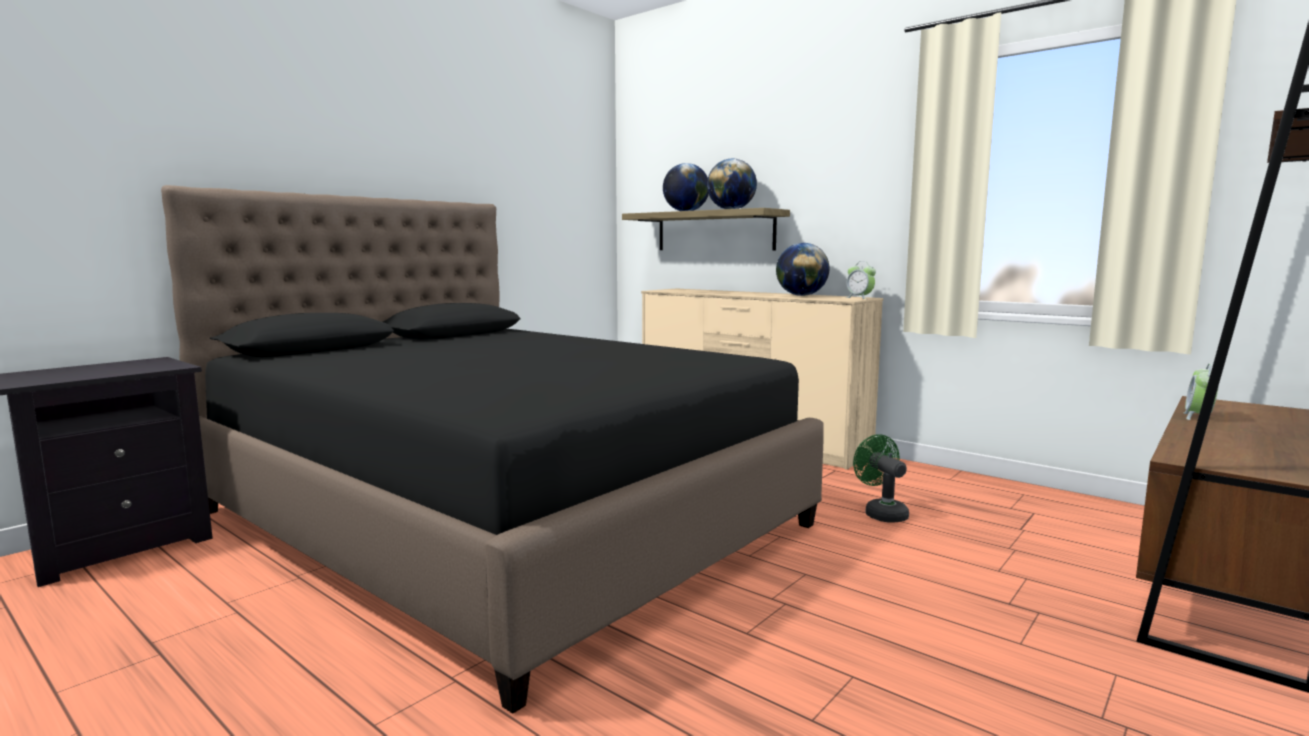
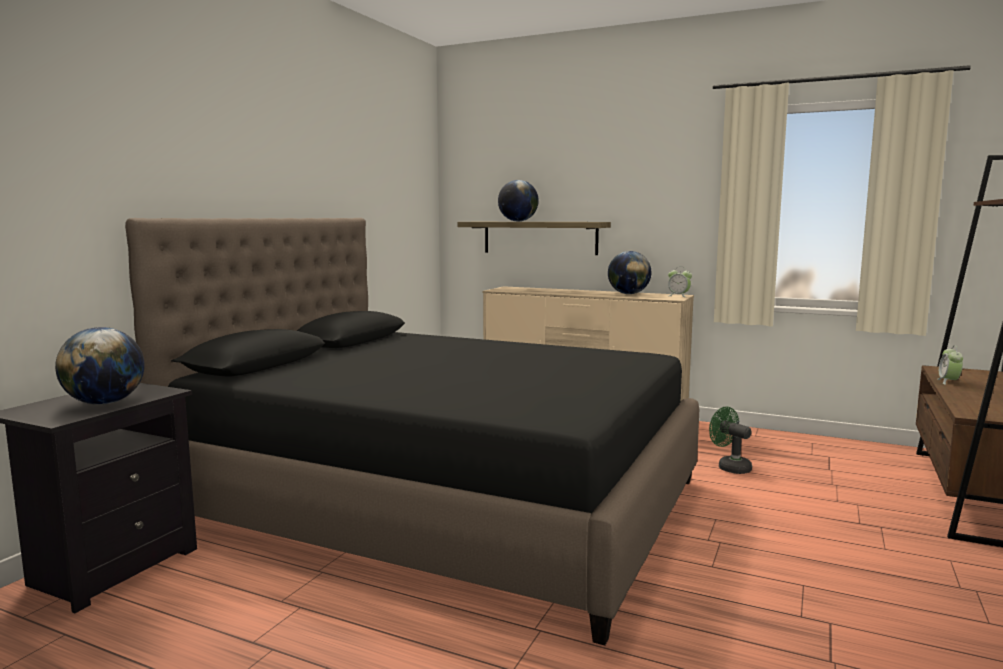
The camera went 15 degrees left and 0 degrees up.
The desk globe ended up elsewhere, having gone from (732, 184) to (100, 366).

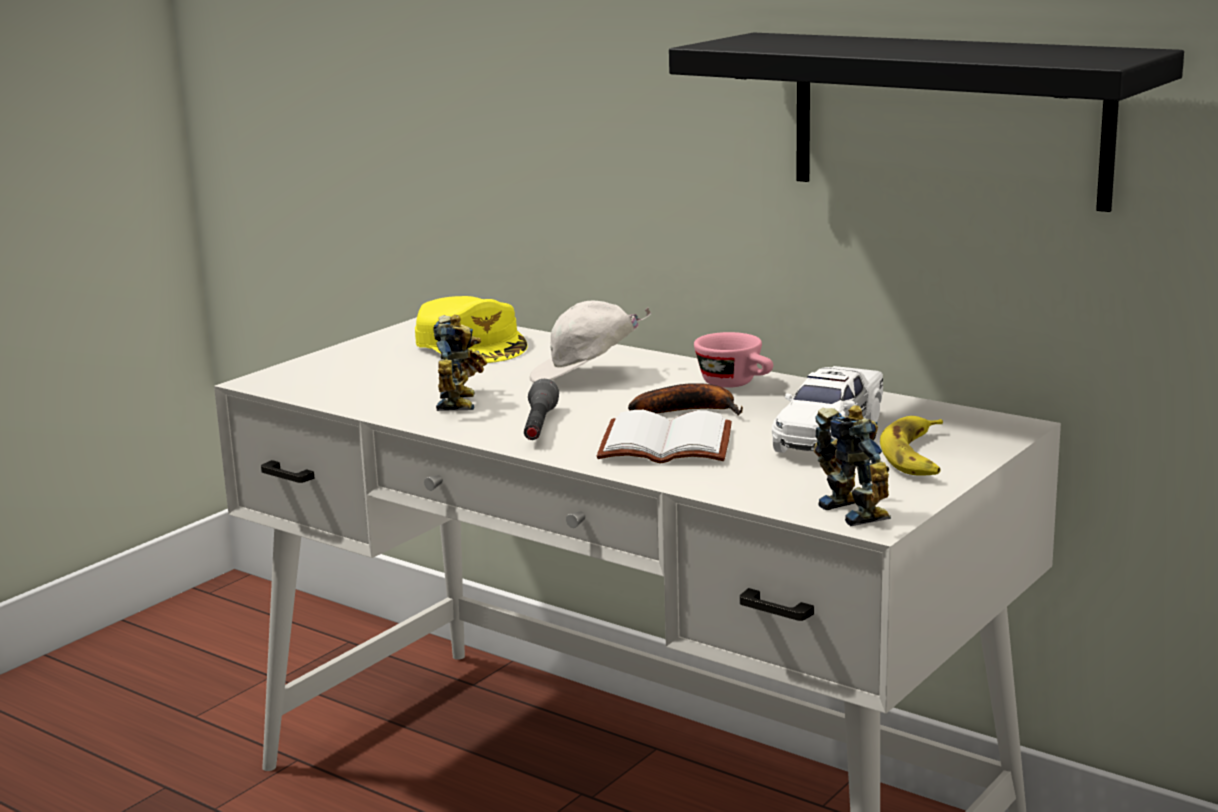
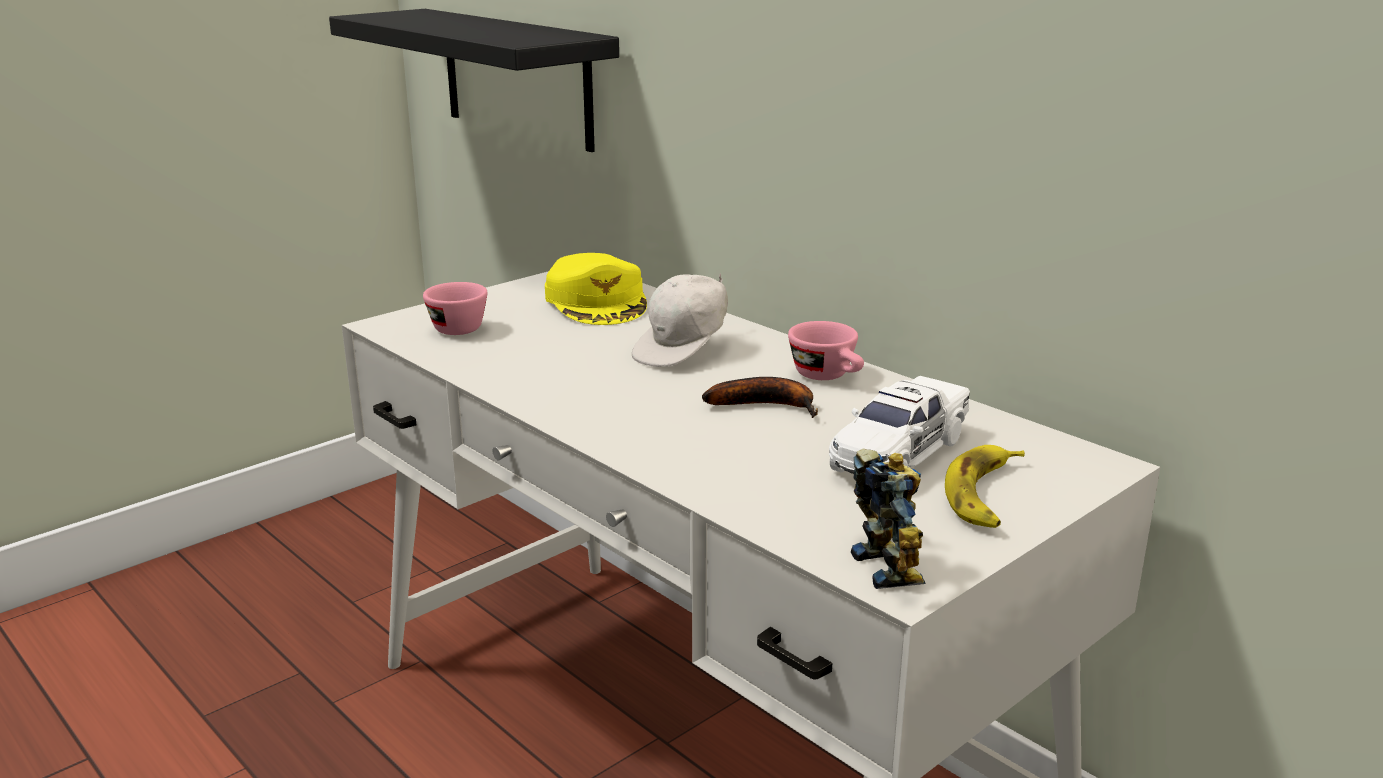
The camera went 10 degrees right and 5 degrees up.
The second view lost the robot figure at (460, 362).
The second view lost the torch (gray) at (541, 409).
The second view lost the bound book (white-coloured) at (664, 437).
The second view gained the cup (pink) at (455, 308).
The shelf (black-coloured) ended up elsewhere, having gone from (926, 122) to (474, 80).
The baseball cap (white-coloured) at (590, 342) ended up facing another way, 45 degrees counterclockwise from before.

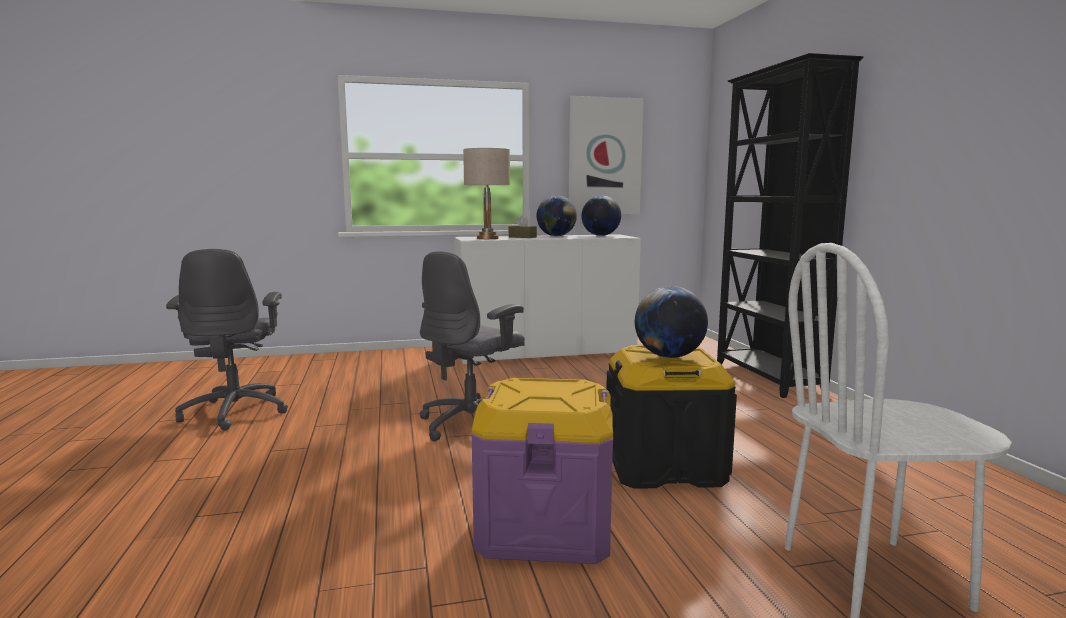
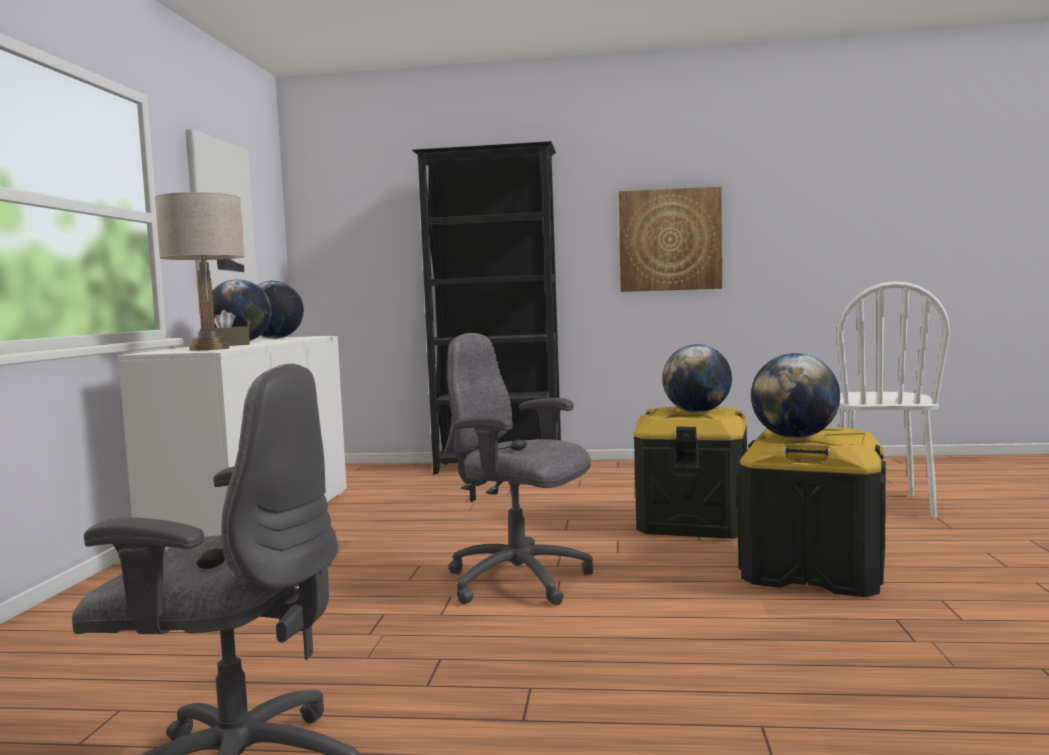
The camera went 70 degrees left and 5 degrees down.
The second view gained the wall art at (670, 239).
The second view gained the desk globe at (795, 395).
What was the storage bin (purplish) at (542, 471) turned into the storage bin (black-coloured) at (811, 512).
The office chair (gray) at (472, 346) ended up facing another way, 150 degrees clockwise from before.

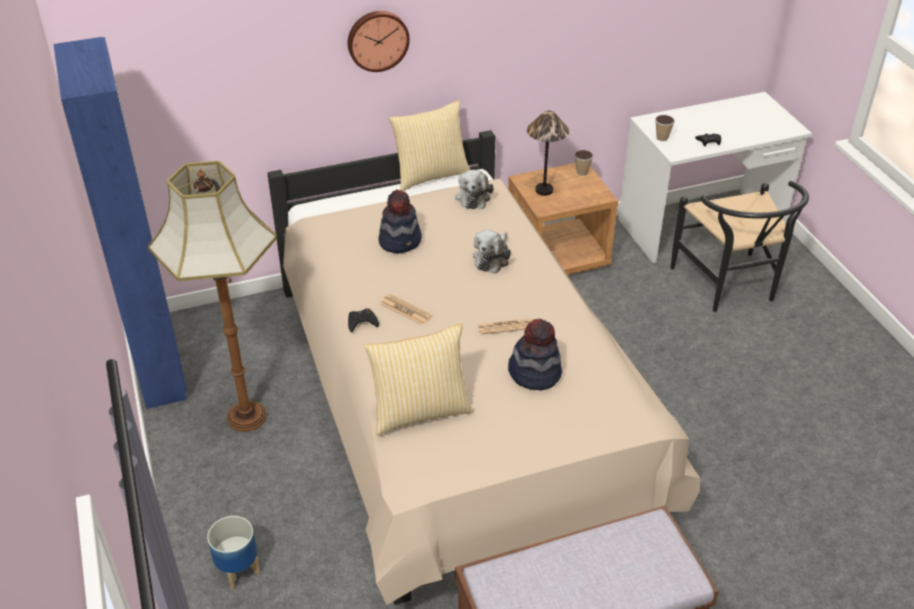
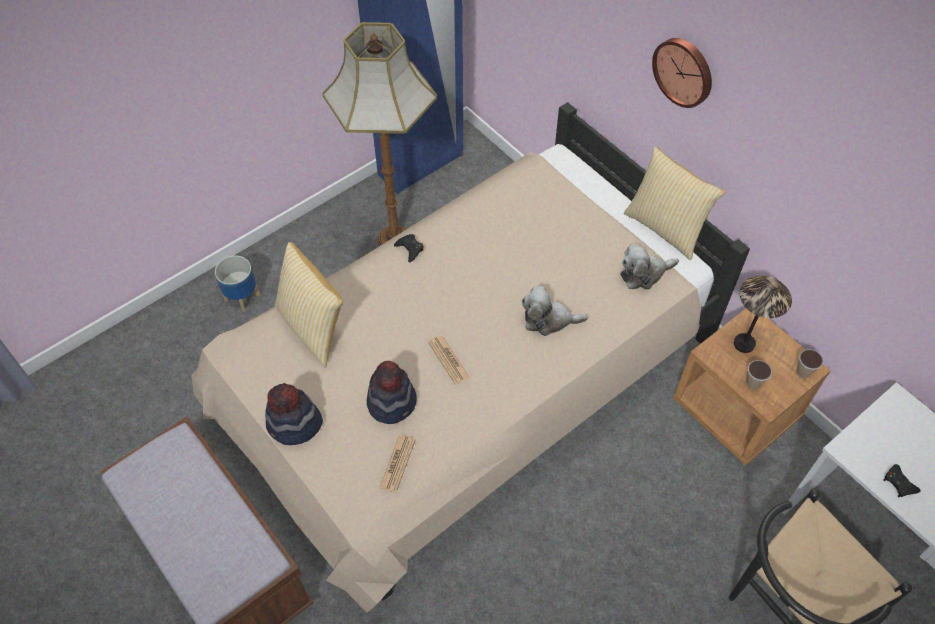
The camera went 70 degrees right and 15 degrees up.
The clothing hat ended up elsewhere, having gone from (400, 221) to (294, 414).
The printed paper ended up elsewhere, having gone from (406, 309) to (397, 464).
The cup ended up elsewhere, having gone from (665, 128) to (759, 374).

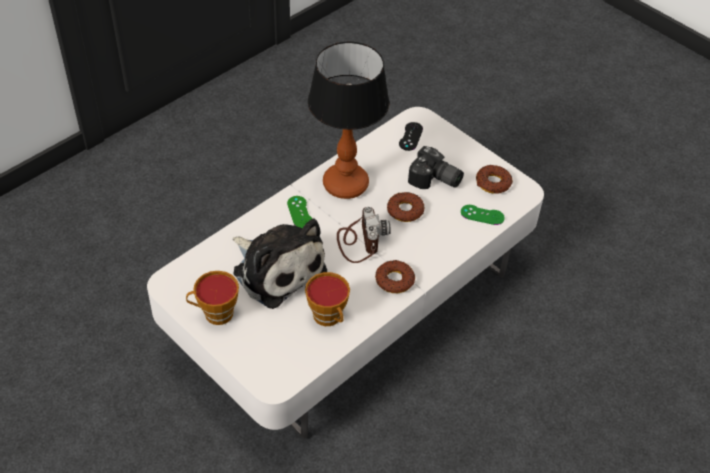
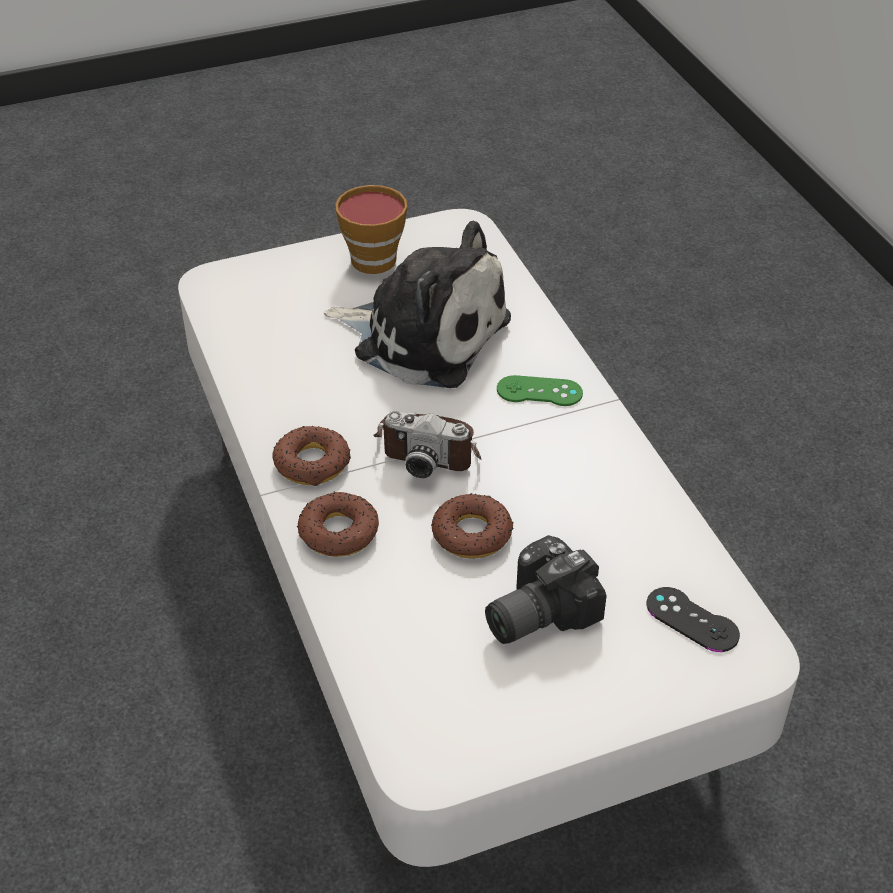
The camera went 115 degrees right and 5 degrees down.
The second view lost the cup at (327, 299).
The second view lost the tabletop lamp at (348, 120).
The second view lost the joypad (greenish) at (483, 215).
The donut ended up elsewhere, having gone from (494, 179) to (338, 524).
The cuddly toy at (280, 263) ended up facing another way, 135 degrees counterclockwise from before.

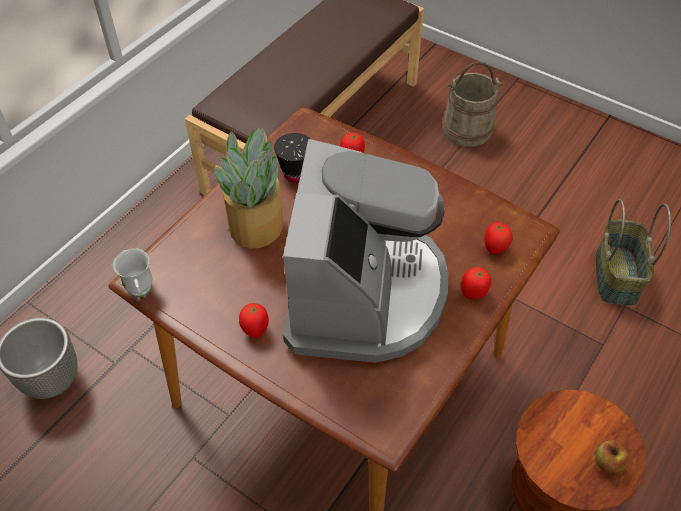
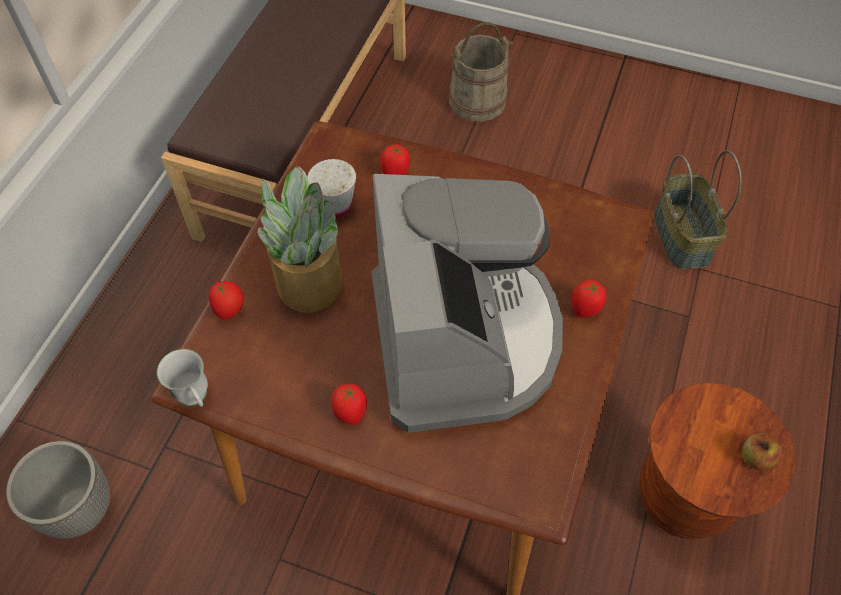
The camera went 15 degrees left and 5 degrees up.
The whole tomato ended up elsewhere, having gone from (499, 238) to (226, 299).
What was the cup (black-coloured) at (292, 157) turned into the cup (white-coloured) at (332, 188).

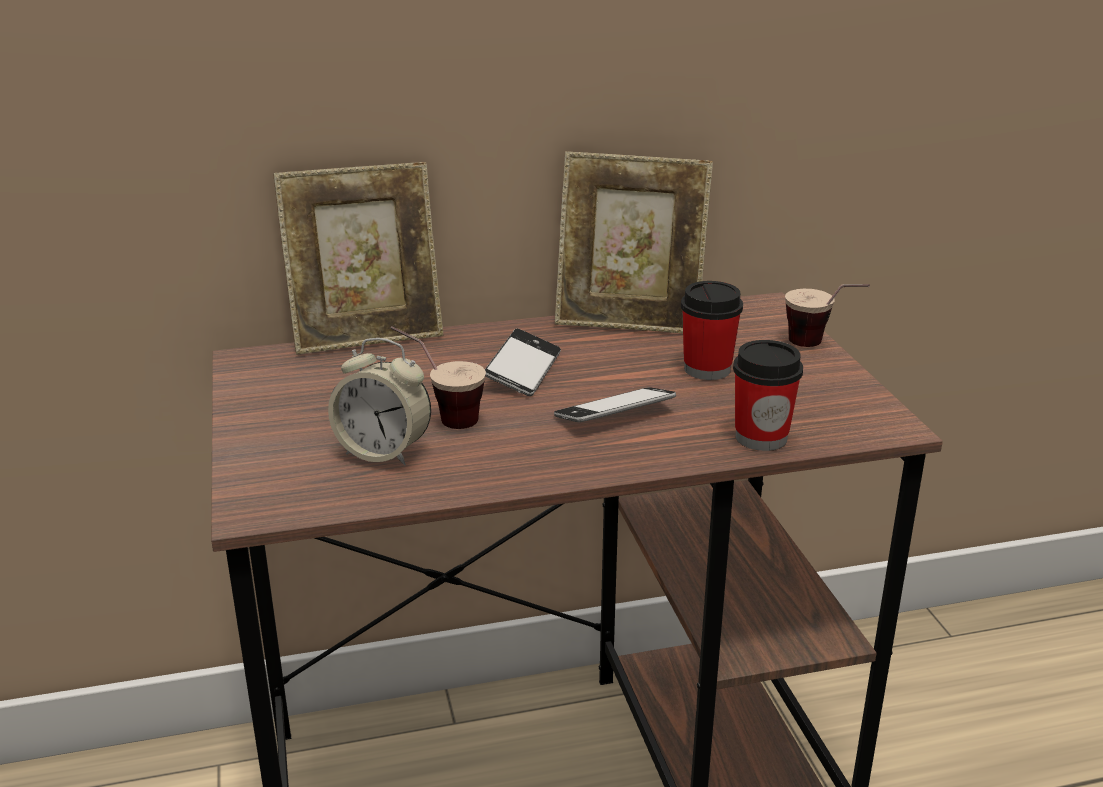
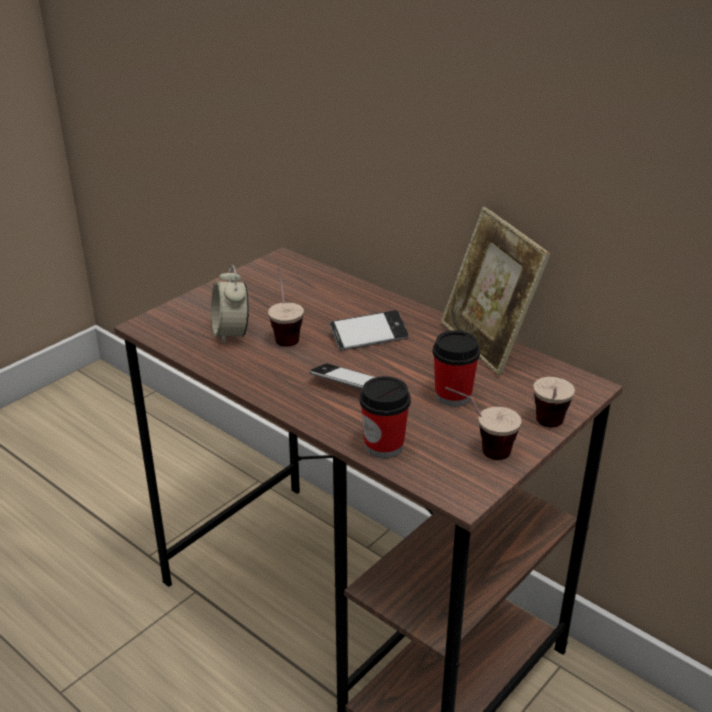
The camera went 55 degrees right and 5 degrees up.
The second view lost the picture frame at (358, 258).
The second view gained the cup at (483, 423).

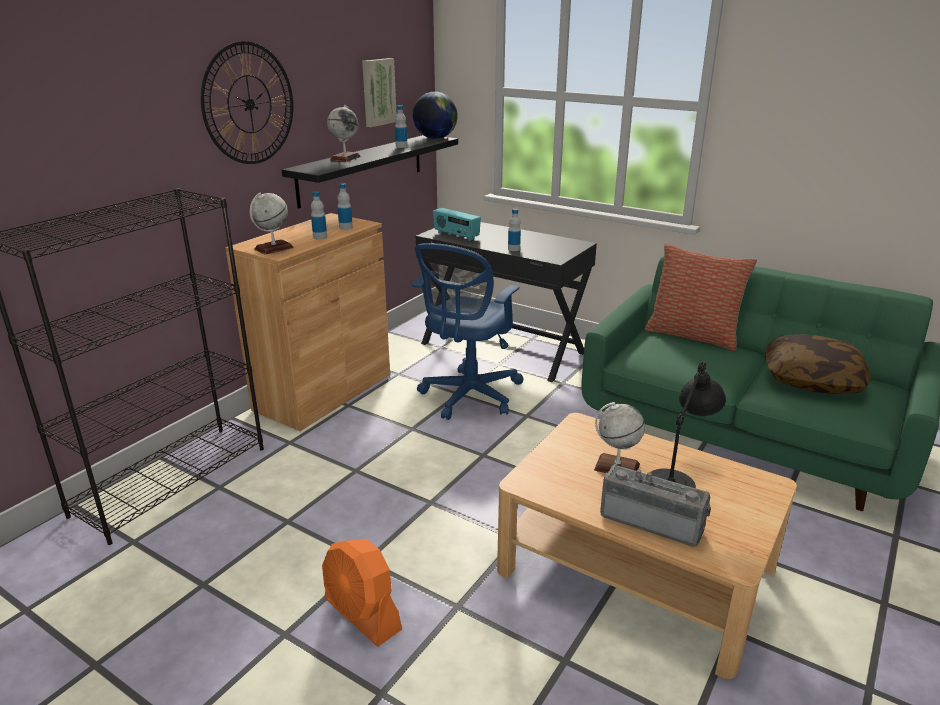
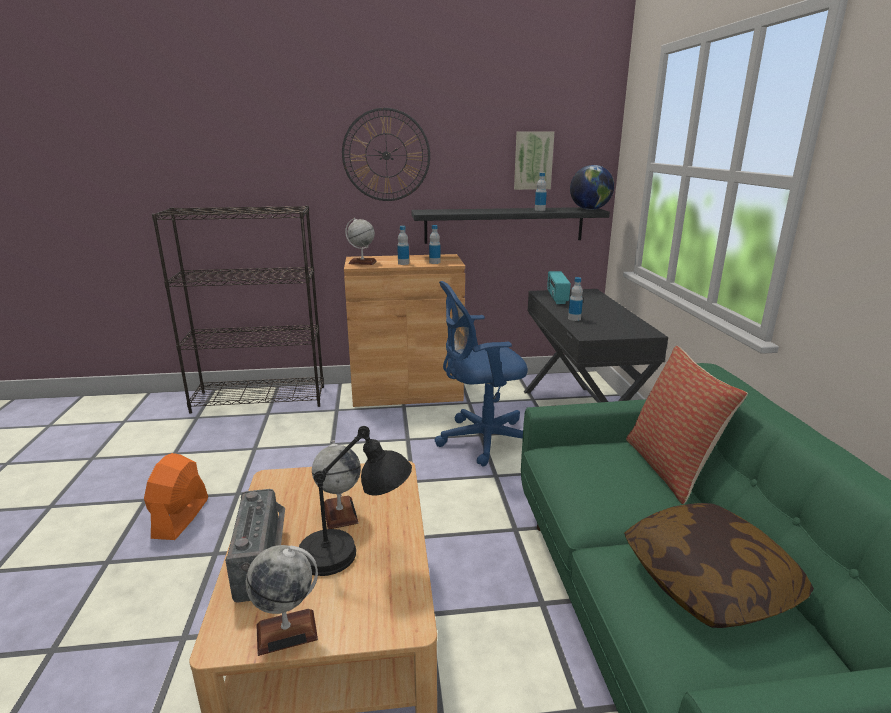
The camera went 50 degrees right and 5 degrees down.
The desk globe ended up elsewhere, having gone from (344, 133) to (282, 600).

